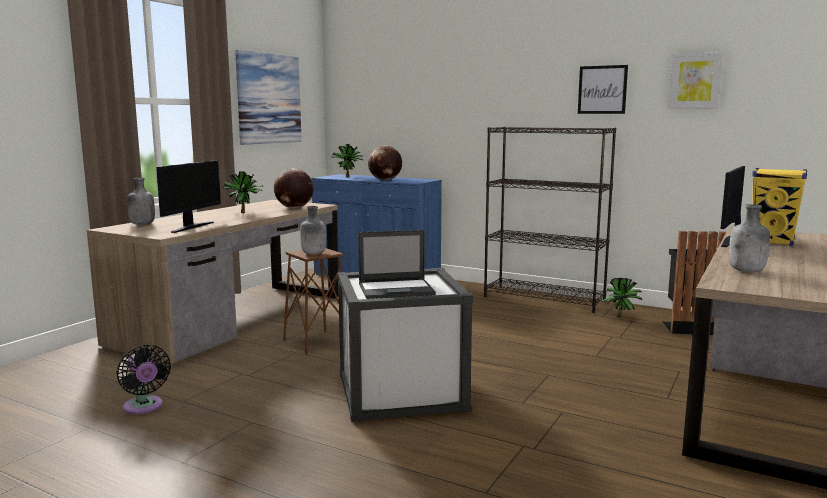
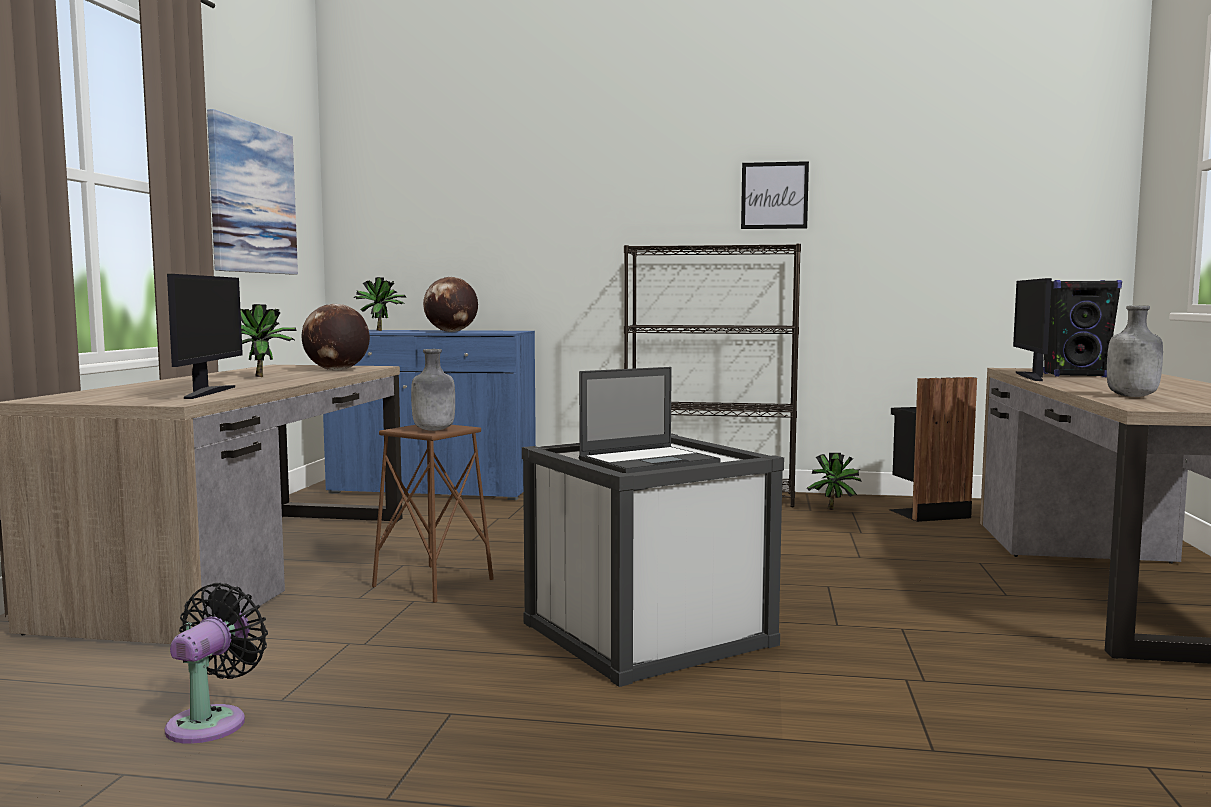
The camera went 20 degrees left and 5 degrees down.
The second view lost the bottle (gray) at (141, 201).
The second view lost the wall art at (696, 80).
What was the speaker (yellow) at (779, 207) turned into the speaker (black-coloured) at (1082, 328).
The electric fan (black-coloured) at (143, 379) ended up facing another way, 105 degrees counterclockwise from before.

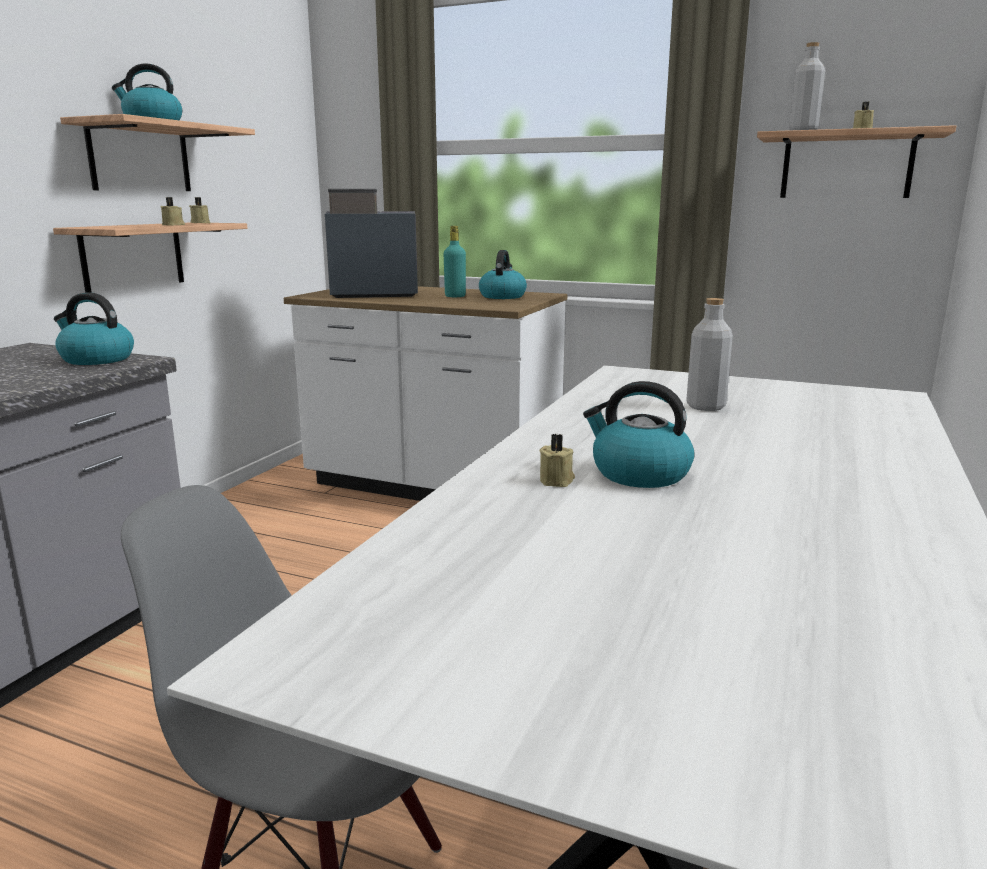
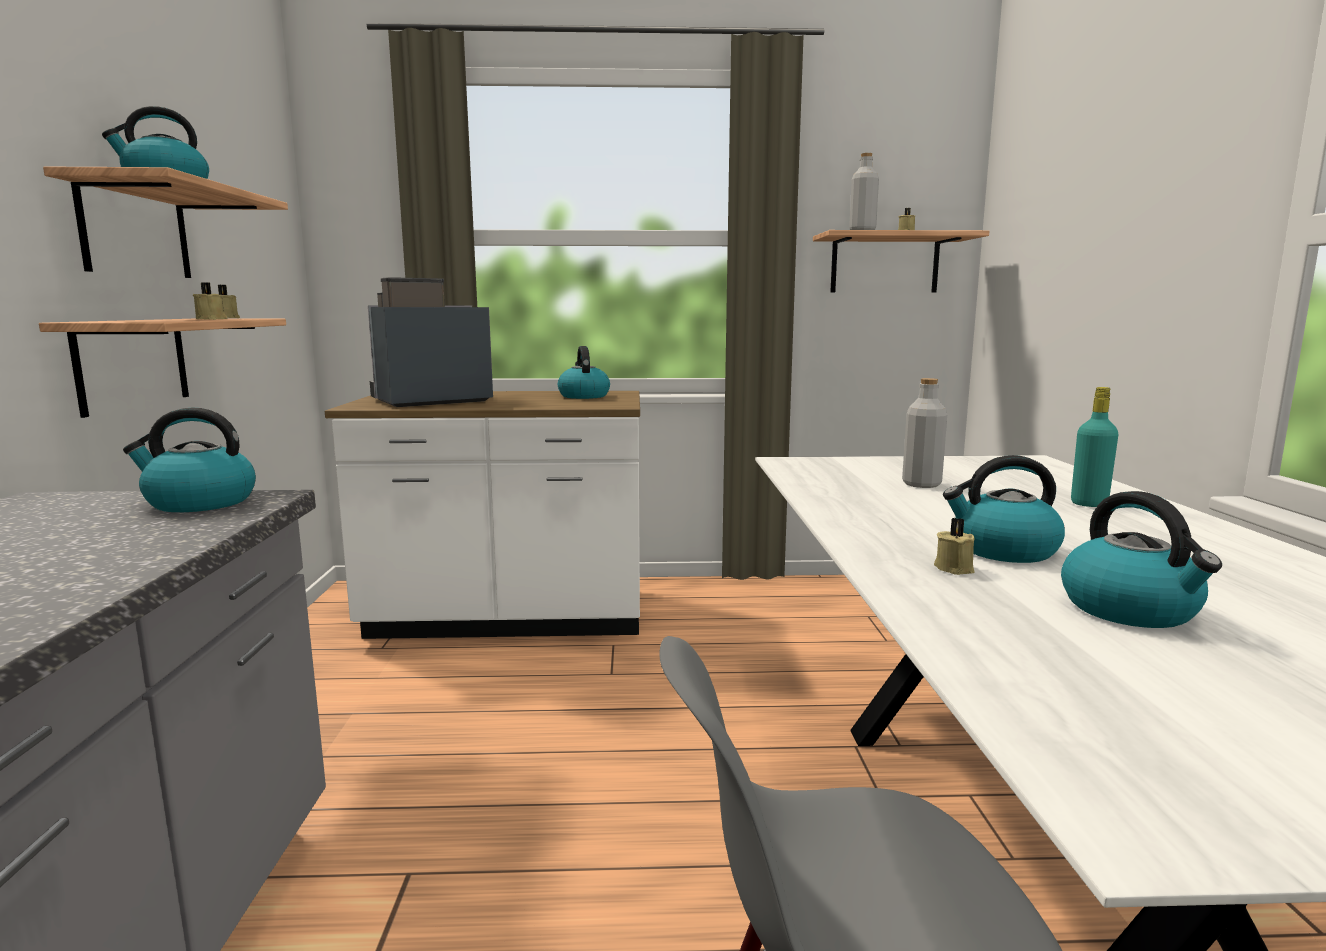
The camera went 25 degrees left and 5 degrees down.
The second view gained the water kettle at (1141, 559).
The bottle (blue-green) ended up elsewhere, having gone from (455, 261) to (1095, 447).

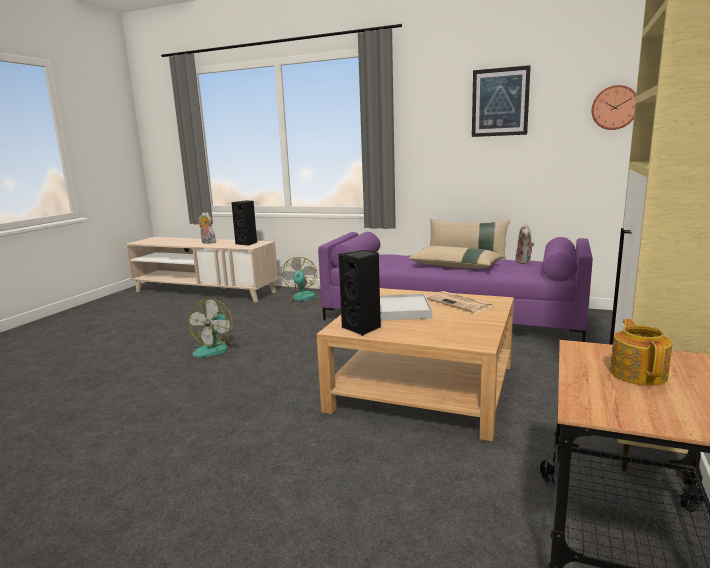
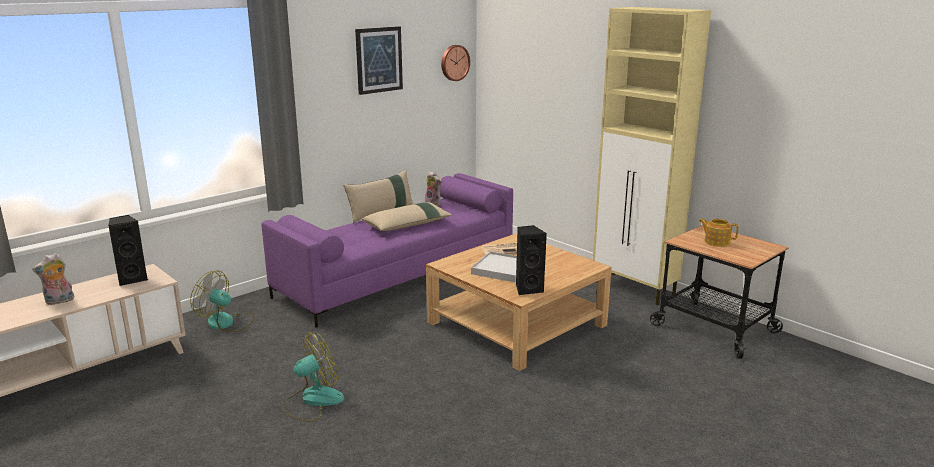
The camera went 65 degrees left and 5 degrees up.
The electric fan at (212, 327) ended up facing another way, 75 degrees counterclockwise from before.

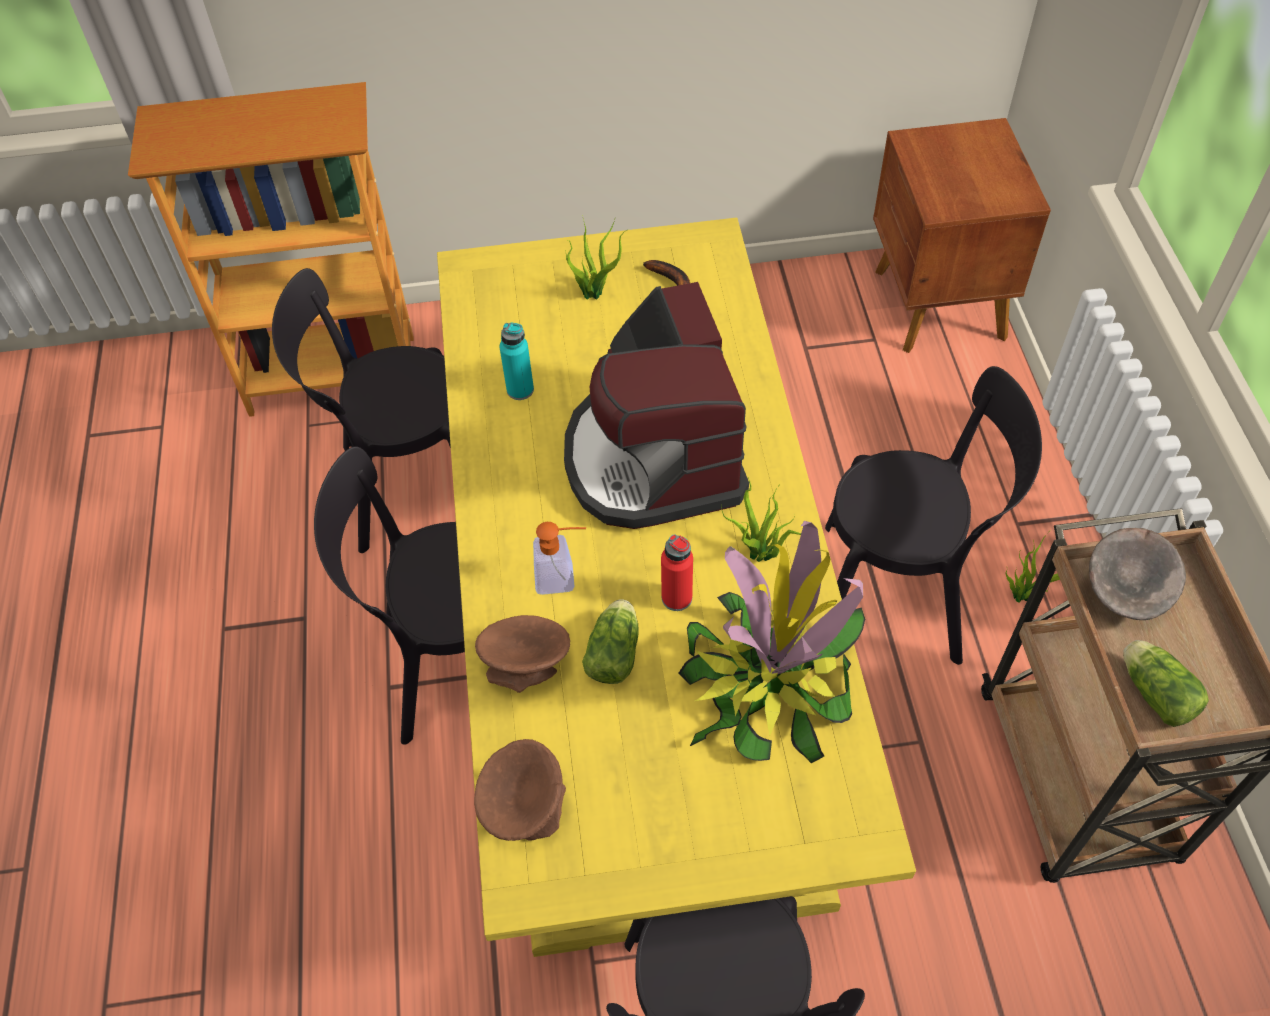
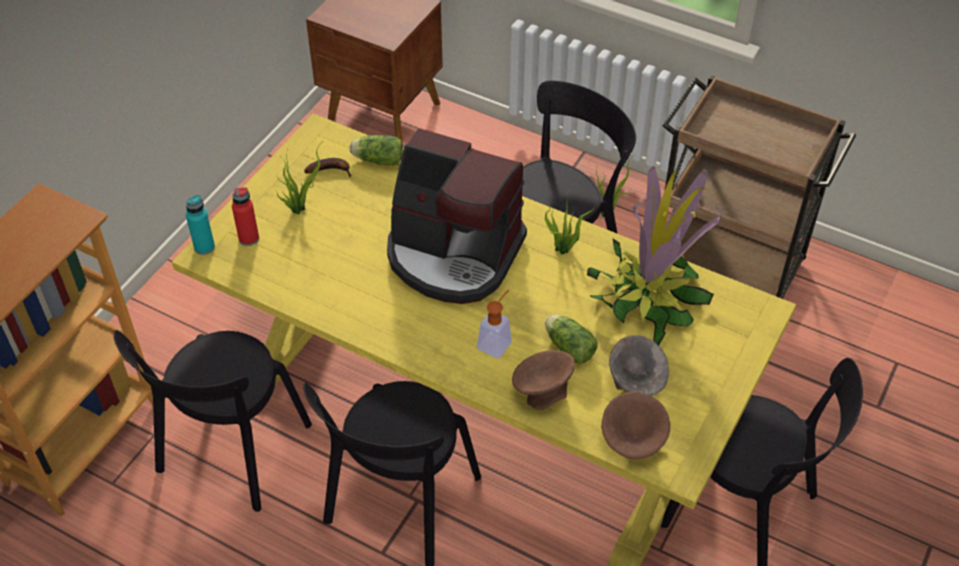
The camera went 55 degrees left and 5 degrees down.
The bottle (blue-green) ended up elsewhere, having gone from (516, 361) to (200, 225).
The bottle (reddish) ended up elsewhere, having gone from (677, 572) to (245, 216).
The deep dish (gray) ended up elsewhere, having gone from (1137, 574) to (639, 365).
The lettuce head ended up elsewhere, having gone from (1166, 683) to (376, 150).

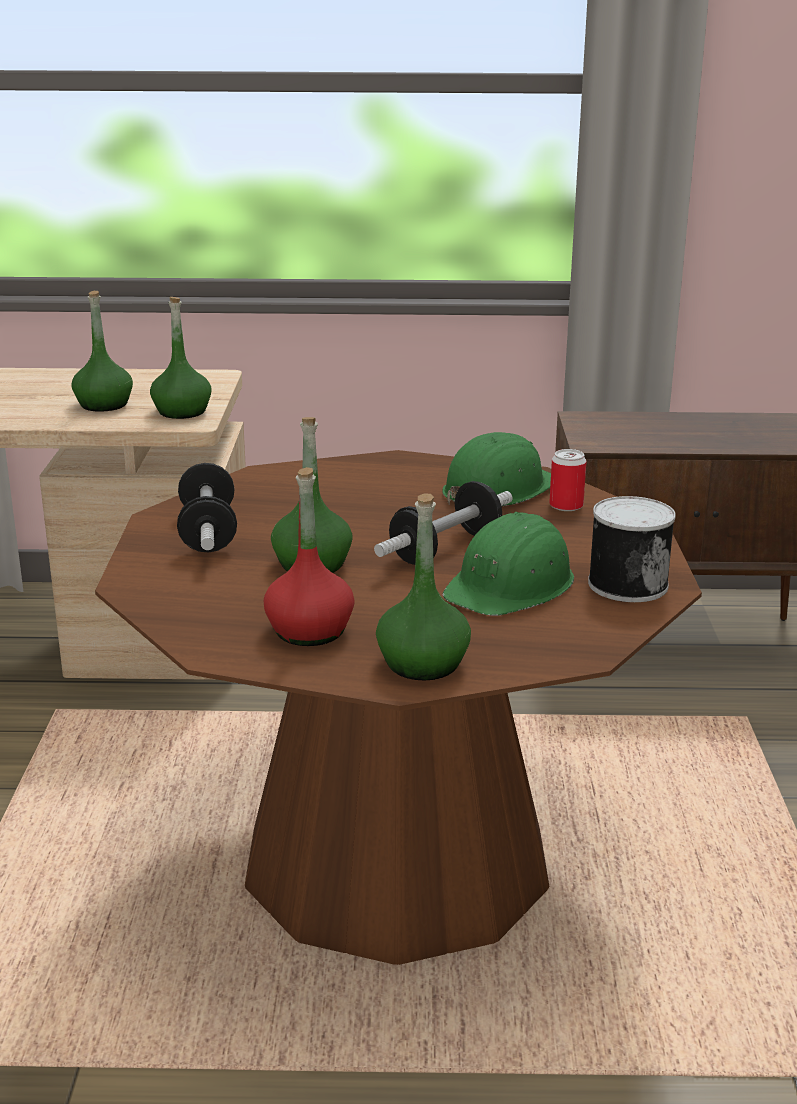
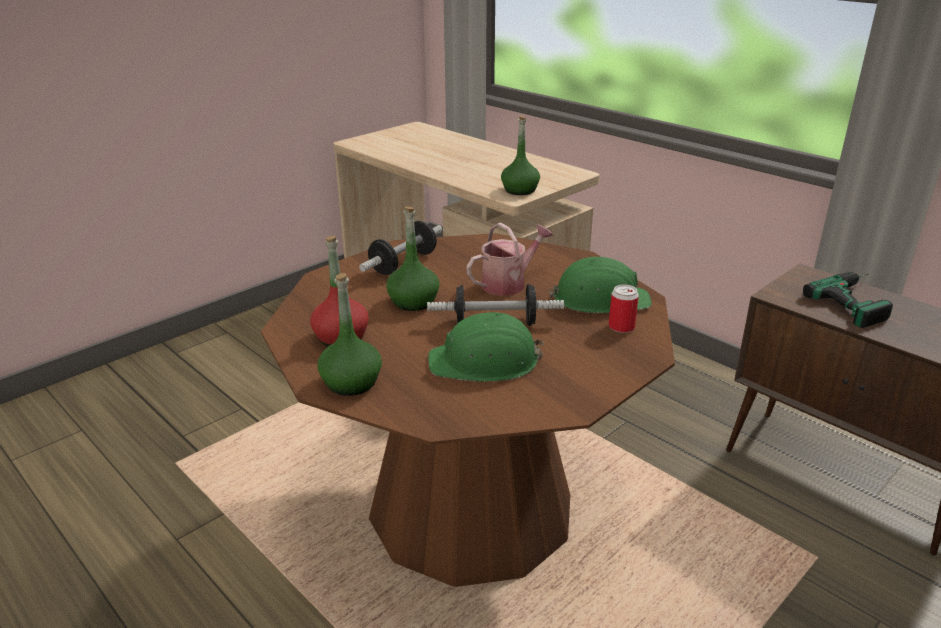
The camera went 45 degrees right and 5 degrees up.
The second view lost the bottle (greenish) at (102, 351).
The second view lost the metal can at (632, 549).
The second view gained the sprinkling can at (509, 259).
The second view gained the electric drill at (848, 300).

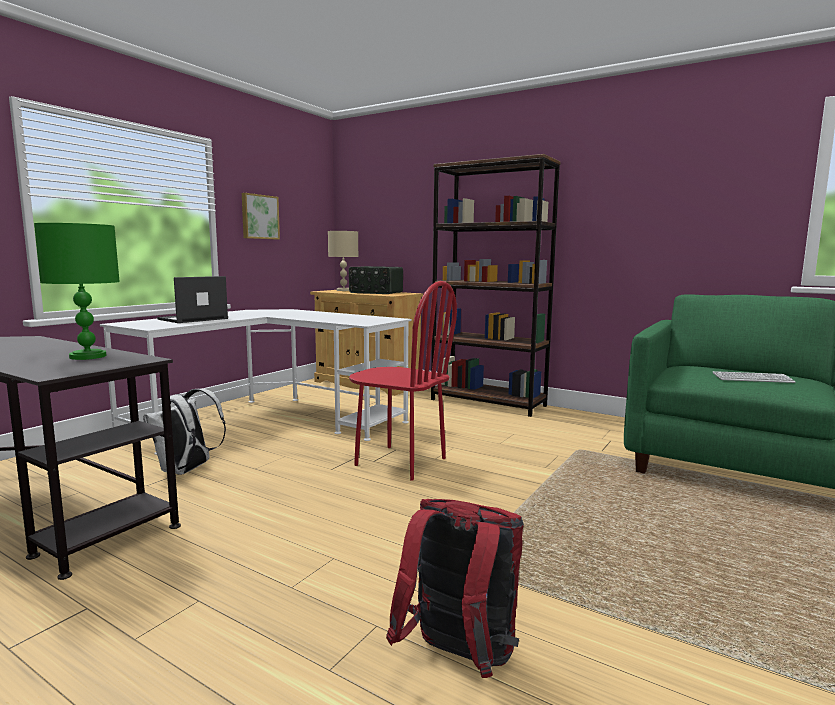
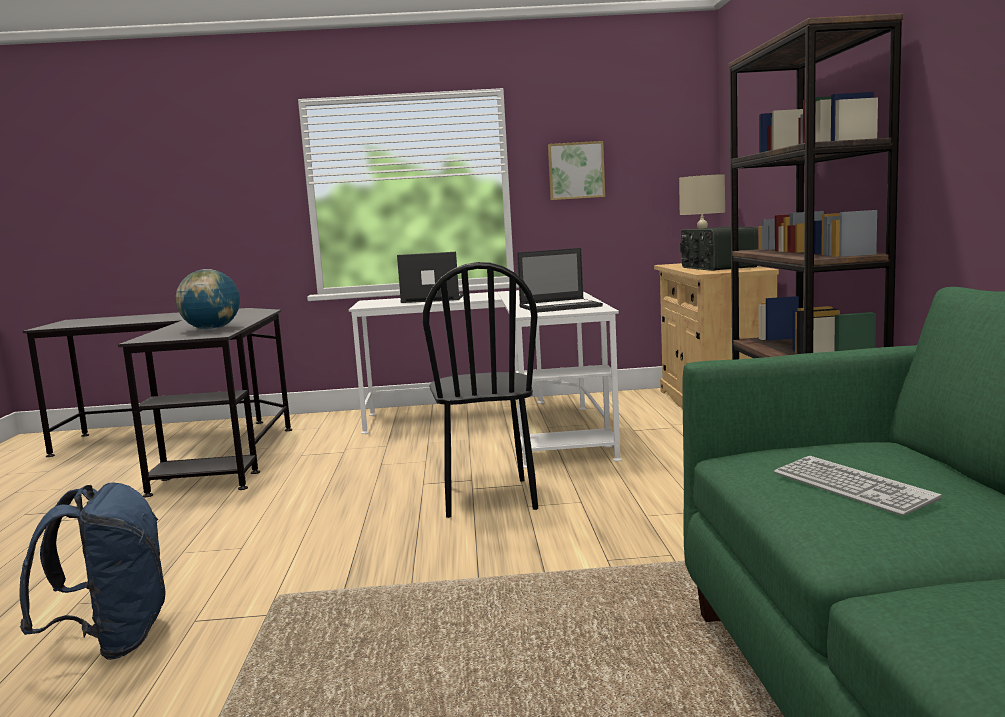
The camera went 55 degrees right and 0 degrees up.
The second view lost the backpack (white-coloured) at (184, 431).
The second view gained the portable computer at (560, 280).
Where the tabletop lamp (greenish) stood at (77, 291), the desk globe came to stand at (208, 299).
What was the chair (reddish) at (403, 381) turned into the chair (black-coloured) at (480, 390).
What was the backpack (reddish) at (455, 588) turned into the backpack (bluish) at (92, 571).

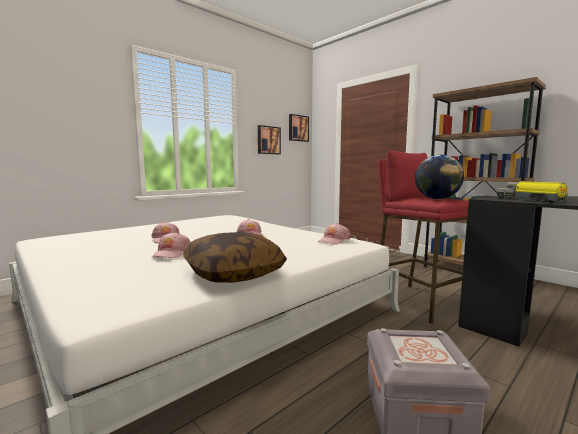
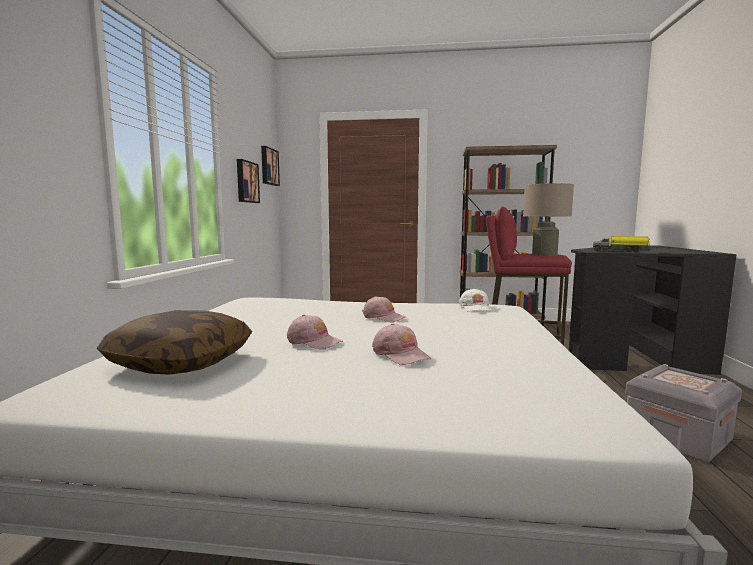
The camera went 40 degrees left and 0 degrees up.
The throw pillow ended up elsewhere, having gone from (235, 257) to (174, 342).
Where the desk globe stood at (439, 177), the tabletop lamp (beige-coloured) came to stand at (548, 219).
What was the baseball cap (pink) at (334, 233) turned into the baseball cap (white-coloured) at (475, 300).

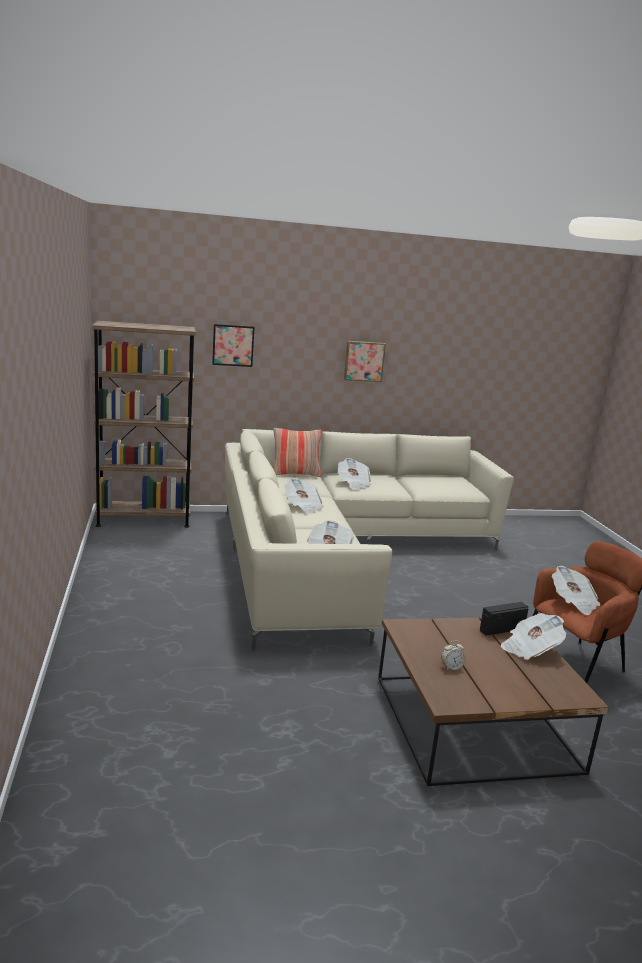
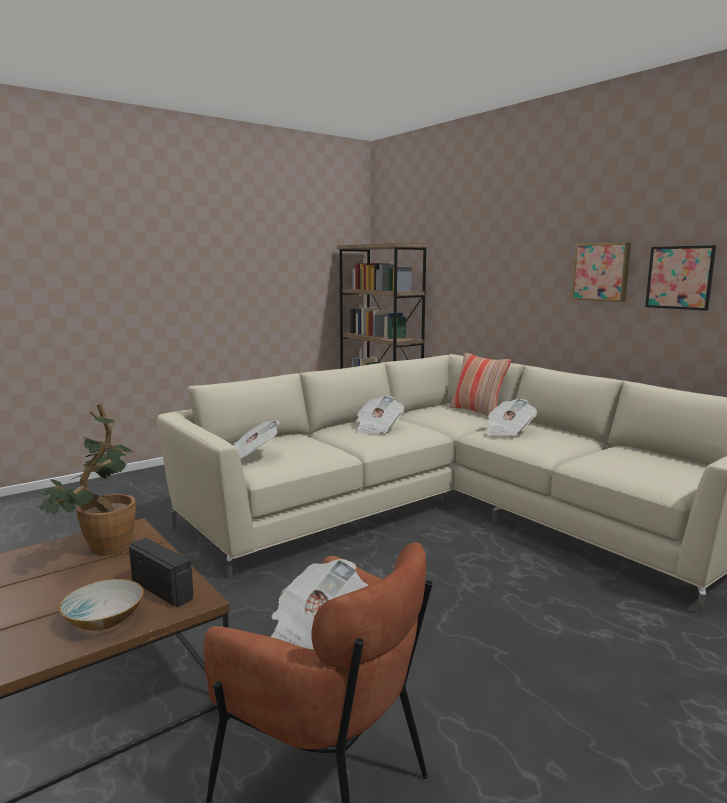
The camera went 65 degrees right and 5 degrees down.
The second view lost the table clock at (453, 655).
The second view gained the potted plant at (87, 480).
The wall art ended up elsewhere, having gone from (233, 345) to (680, 278).
Where the printed paper stood at (533, 636), the deep dish came to stand at (101, 605).

